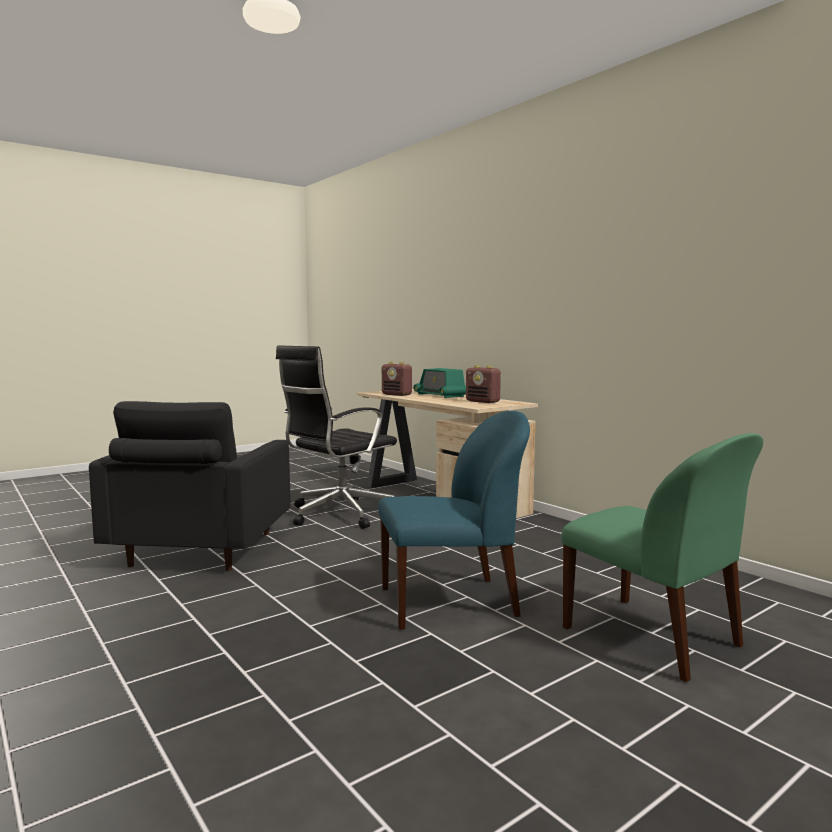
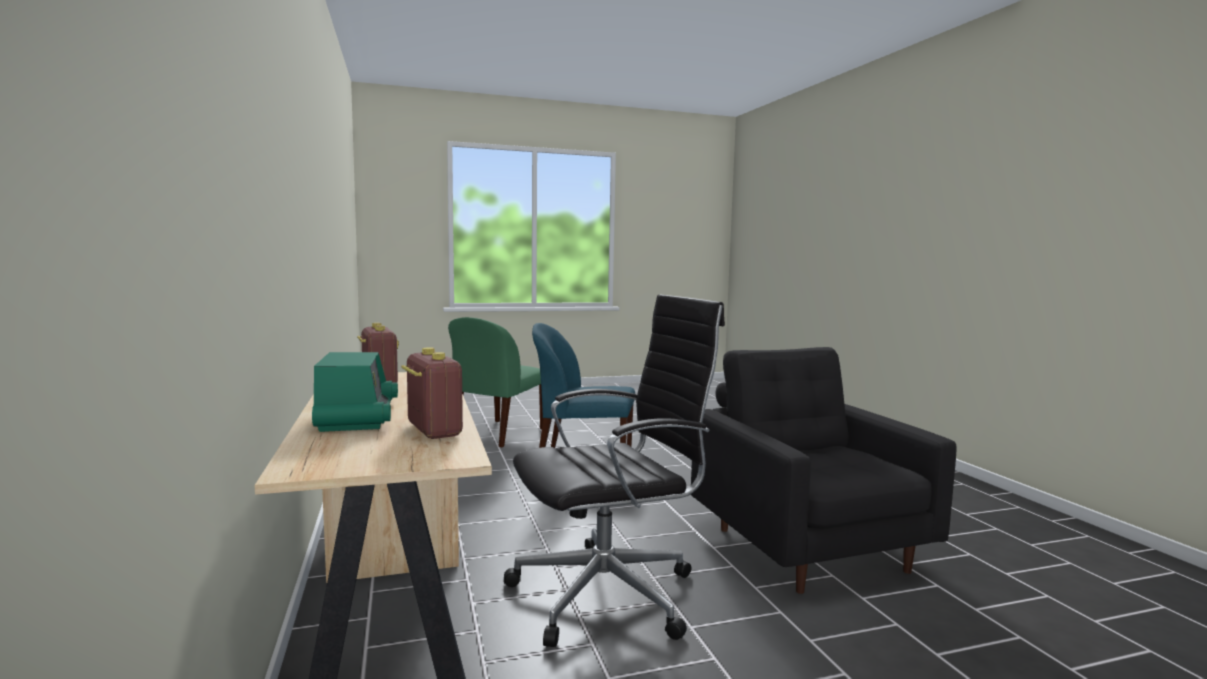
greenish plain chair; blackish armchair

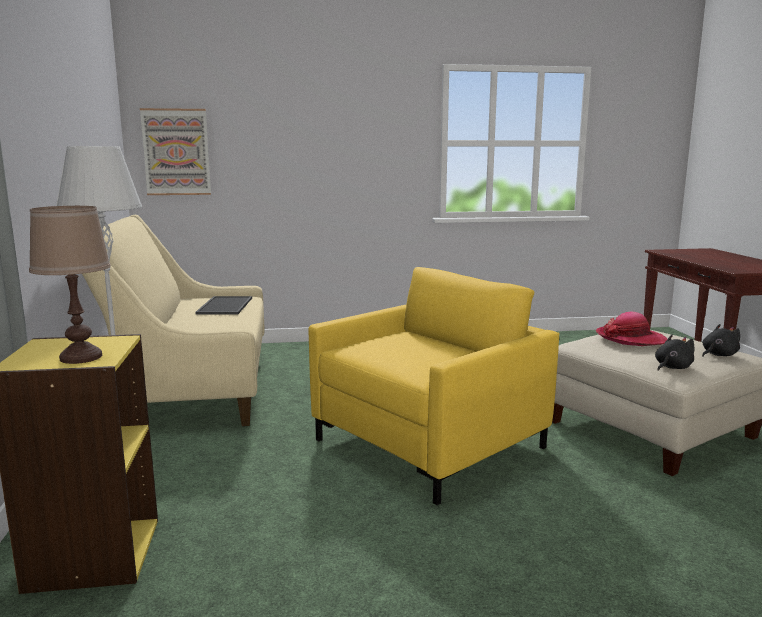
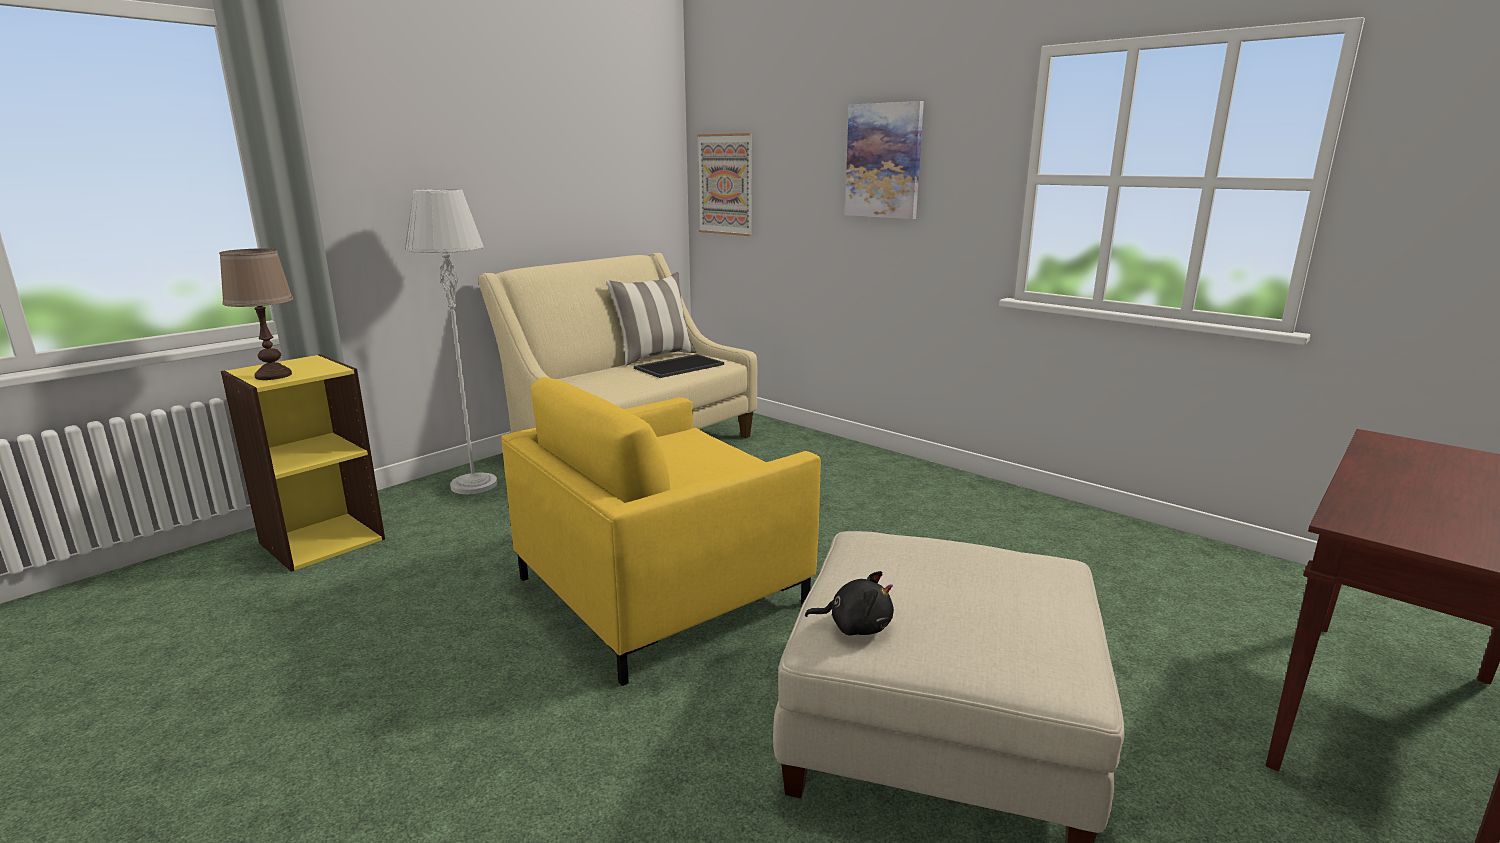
yellowish armchair; throw pillow; wall art (2nd from left); hat; blackish cuddly toy (2nd from left in the first image)

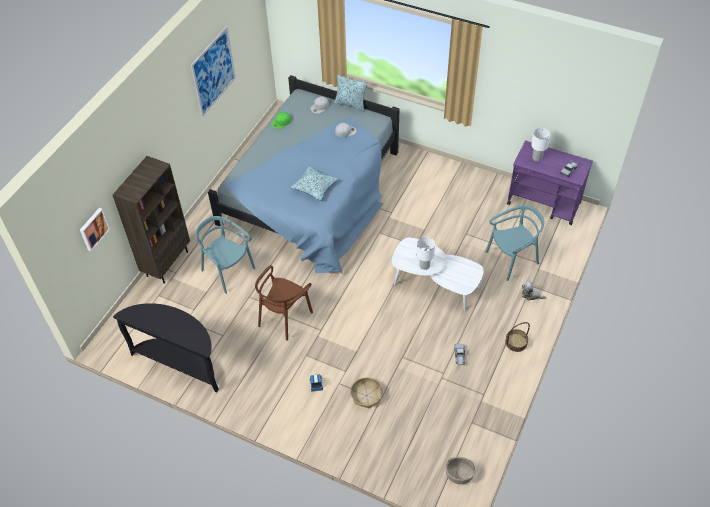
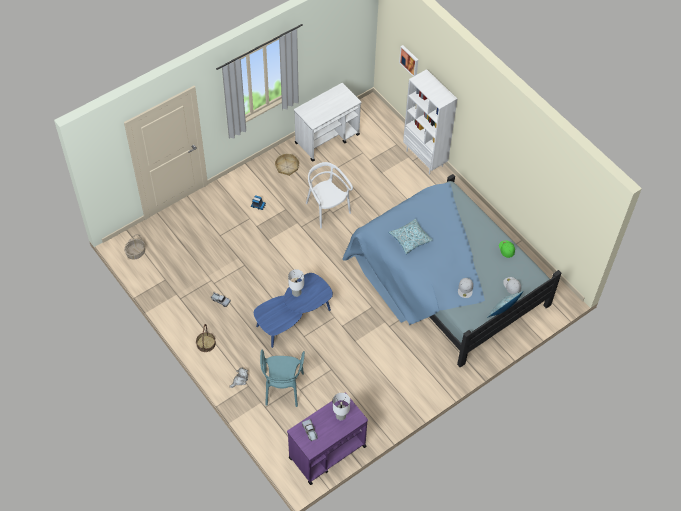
blue-coloured low table; household basket (3rd from left); white cart; white plain chair; white shelving unit; wall art (2nd from left in the first image); turquoise-coloured plain chair (1st from left in the first image)

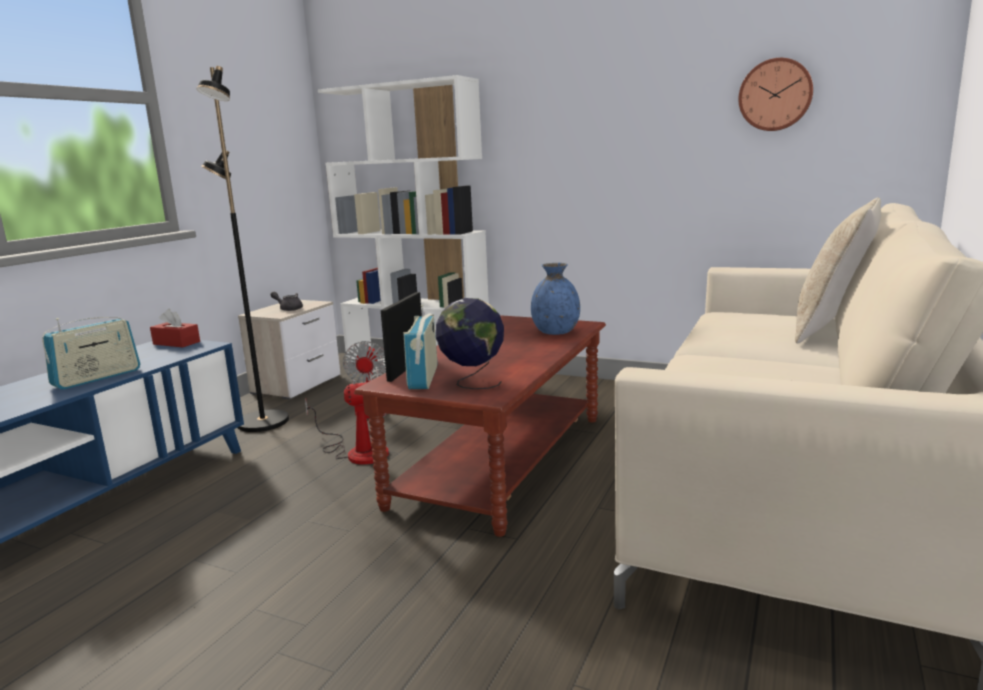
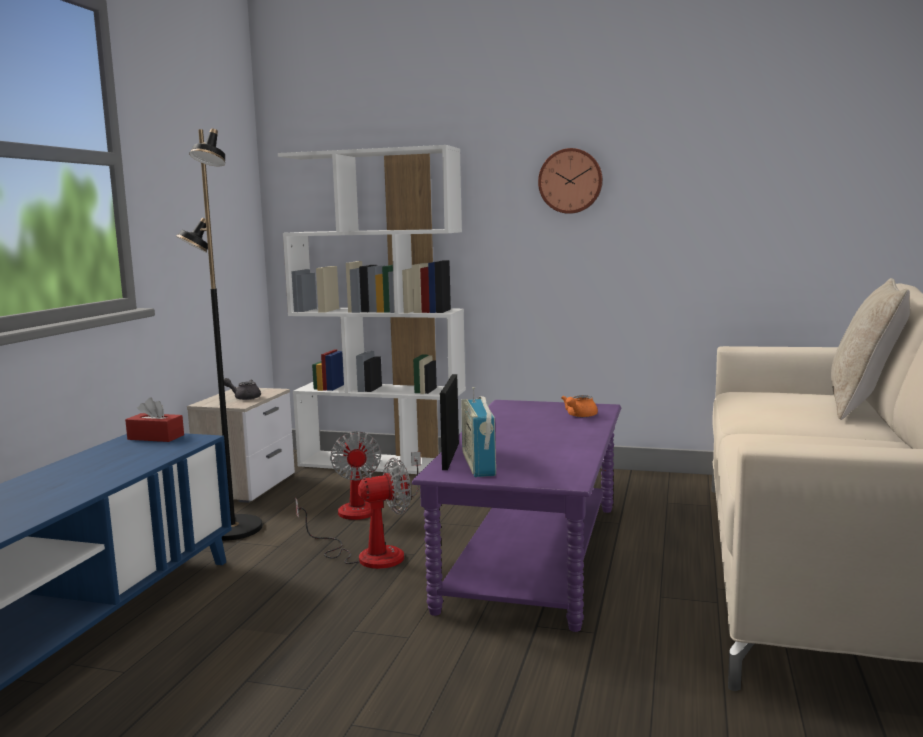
purple-coloured low table; wall clock; orangey pot for tea; radio set (1st from left in the first image); world globe

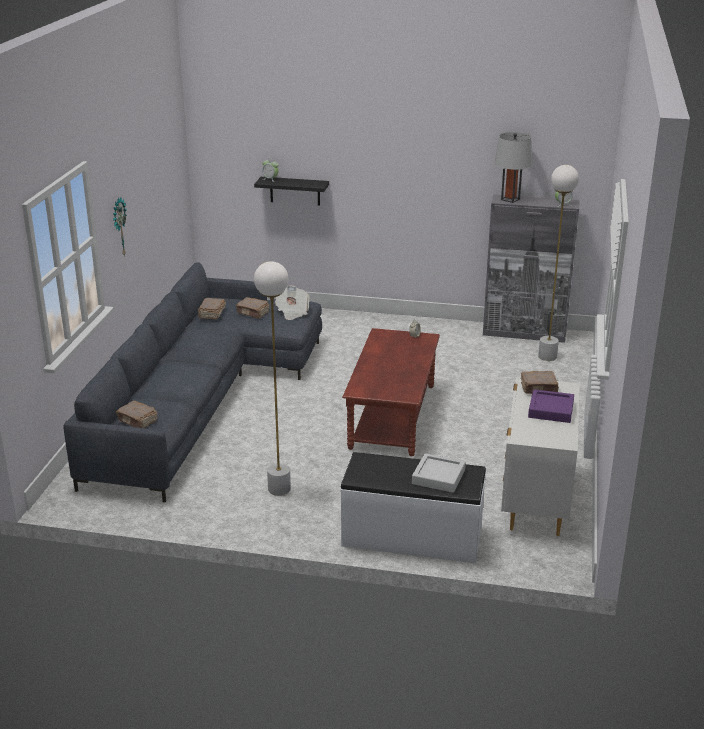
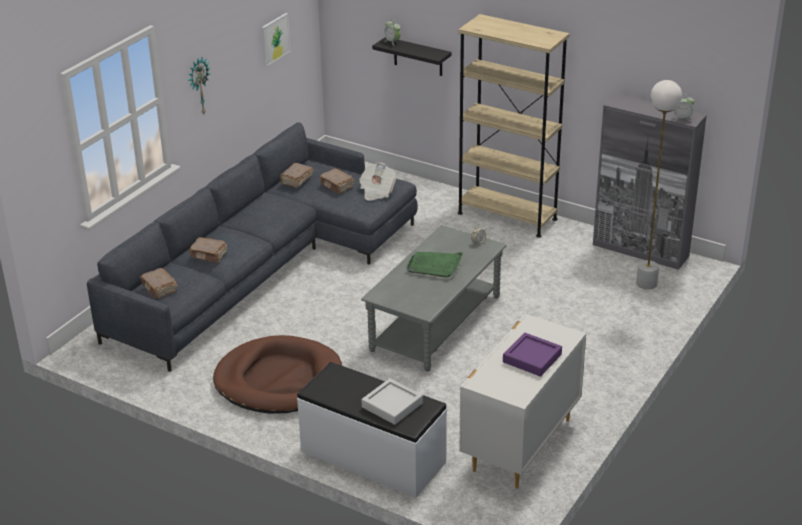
brown book (2nd from left); brown dog cushion; wall art; grey low table; greenish carrying tray; beige shelving unit; grey tabletop lamp

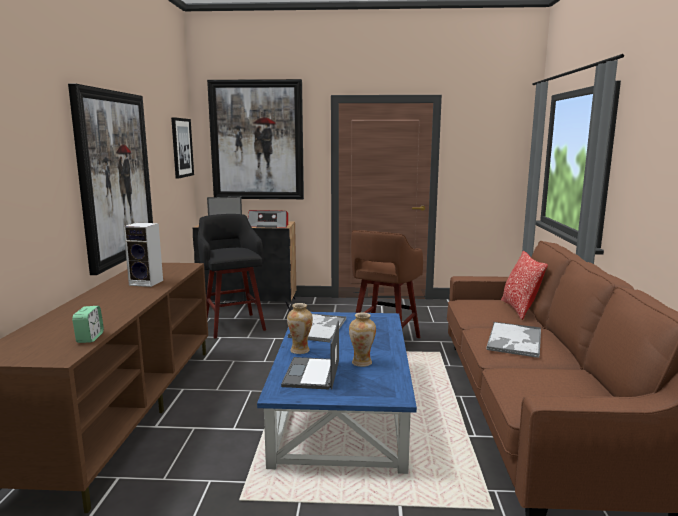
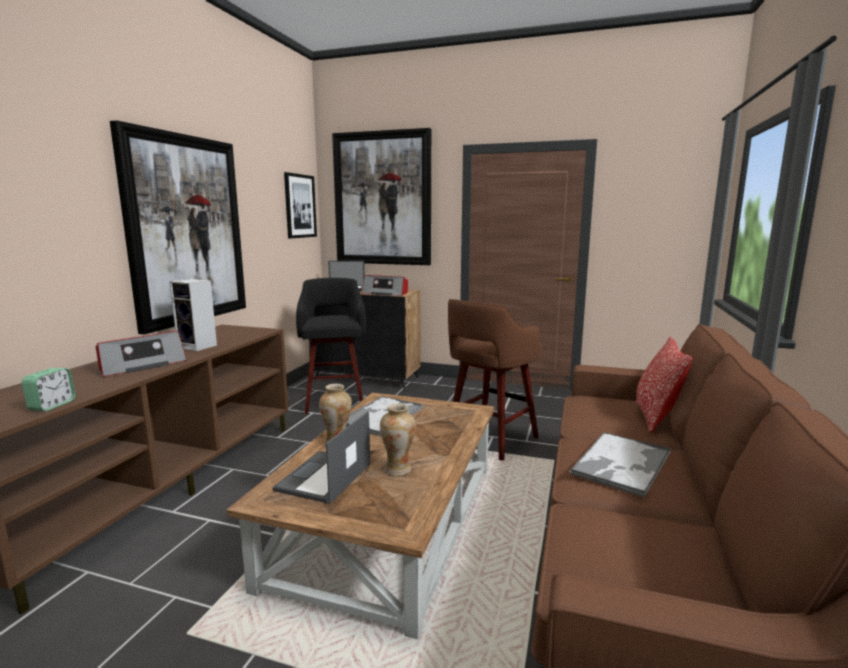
radio set (1st from left); brown low table

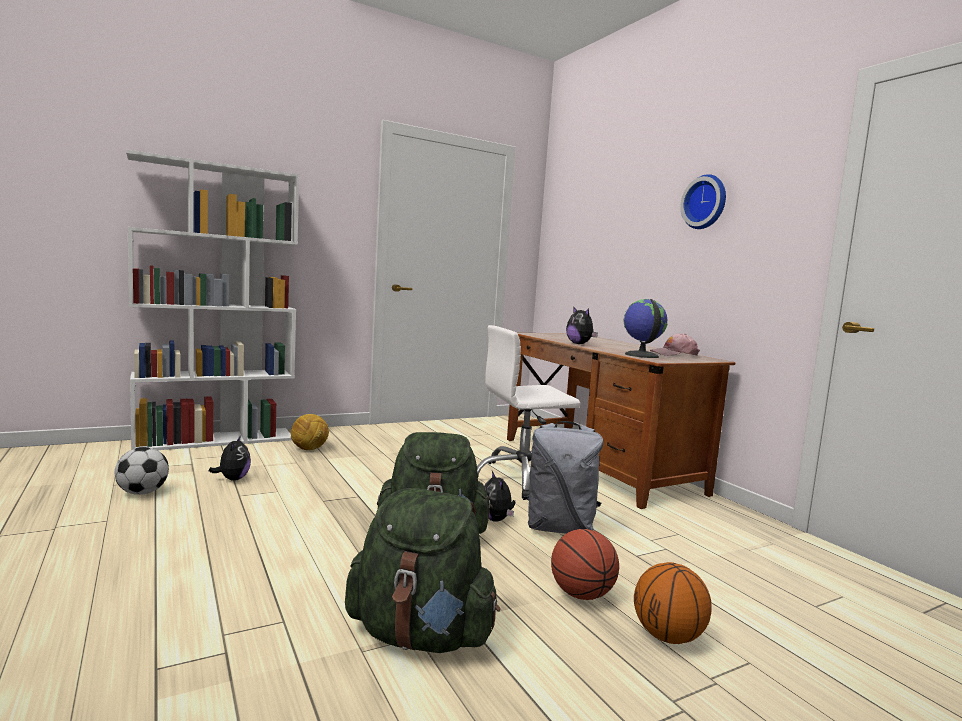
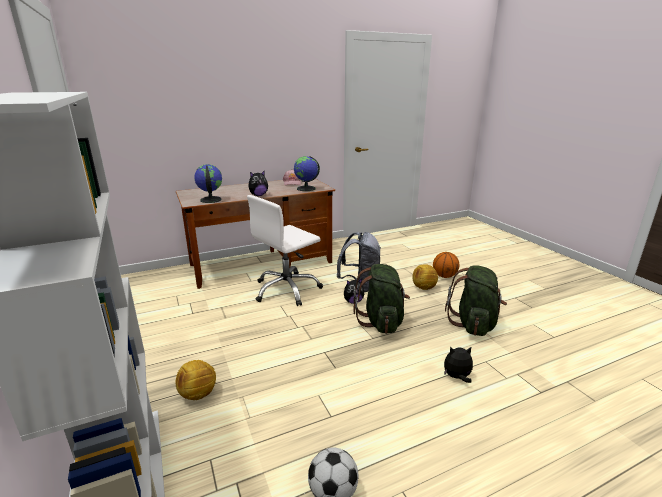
world globe (1st from left); white office chair; ball for football (3rd from left); cuddly toy (3rd from left); wall clock

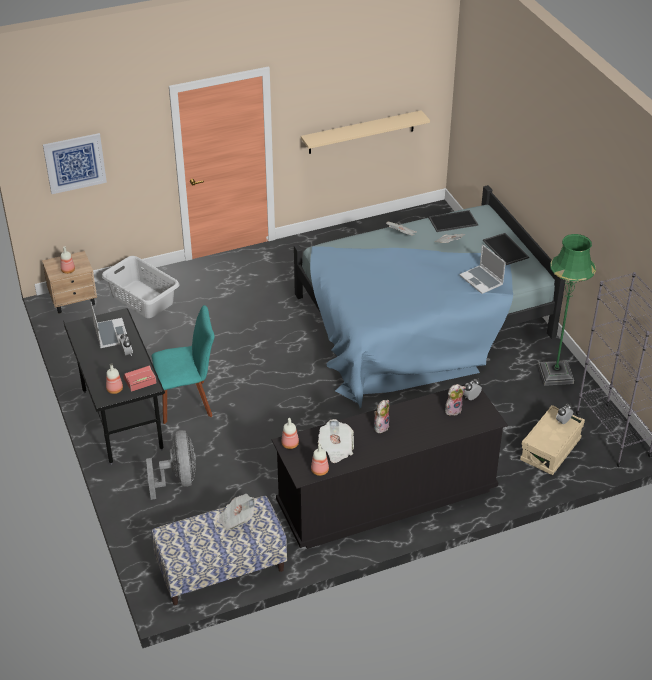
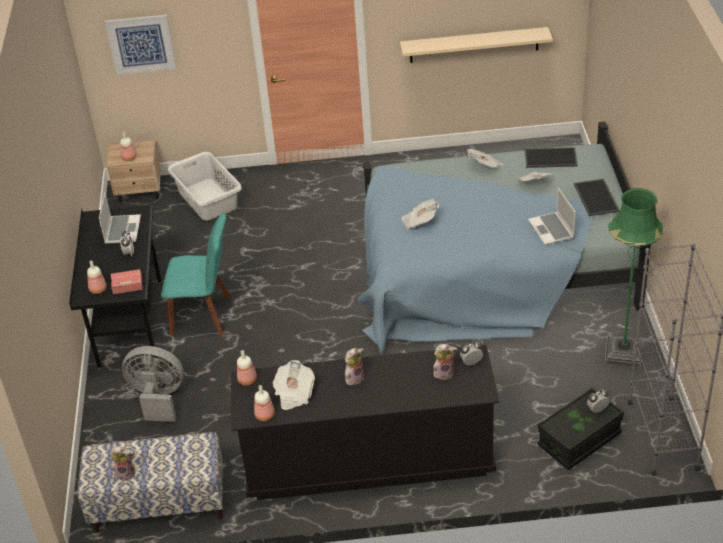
cuddly toy (1st from left); grey cooling fan; newspaper (2nd from left); blackish storage container

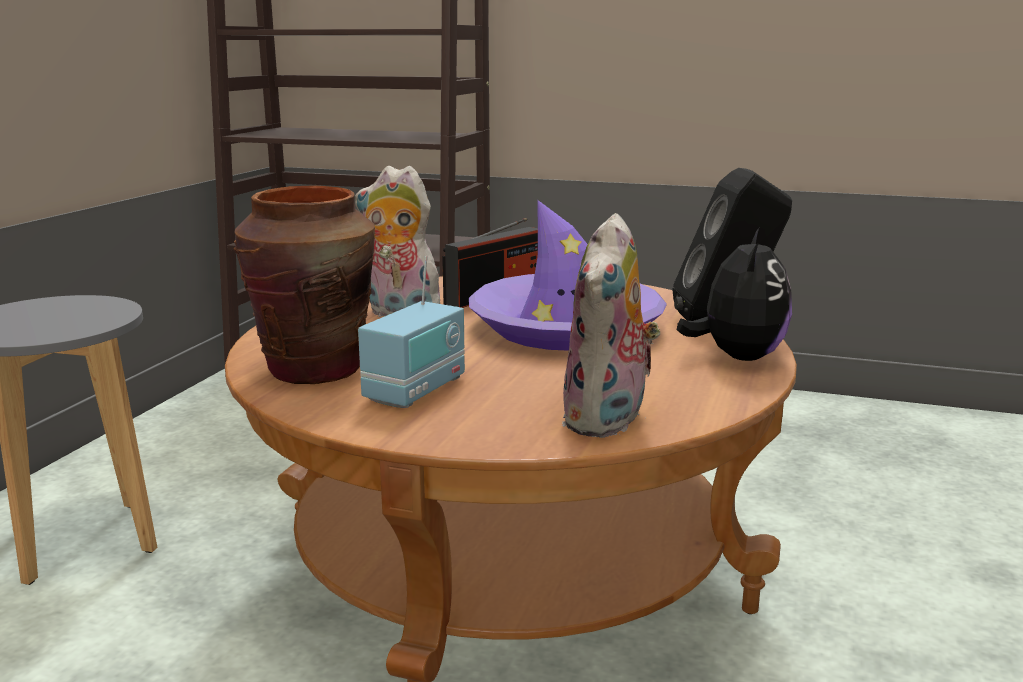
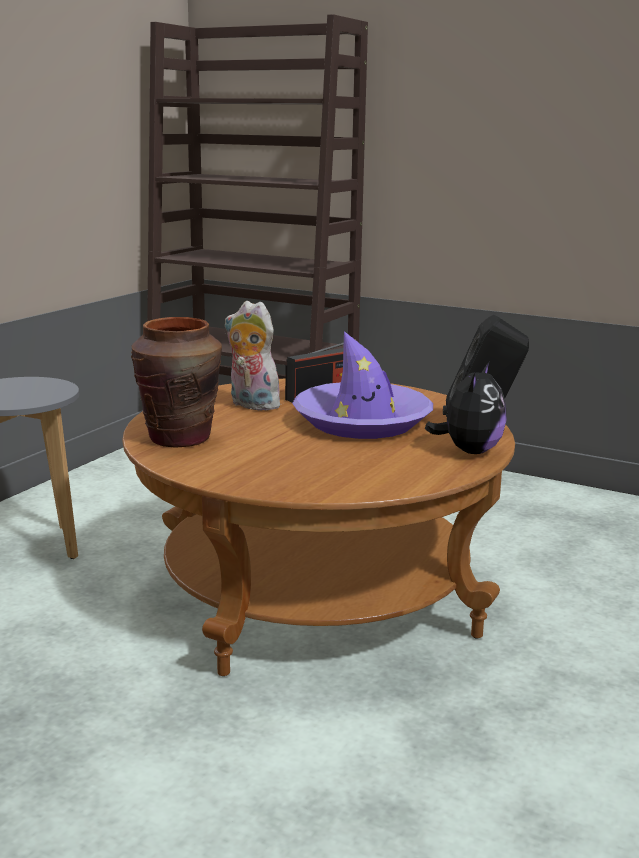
radio set (1st from left in the first image); cuddly toy (2nd from left in the first image)

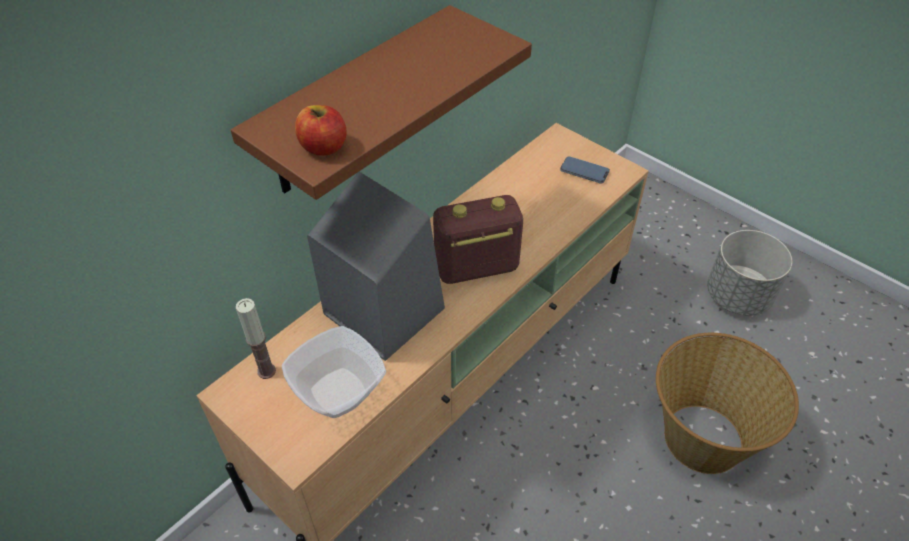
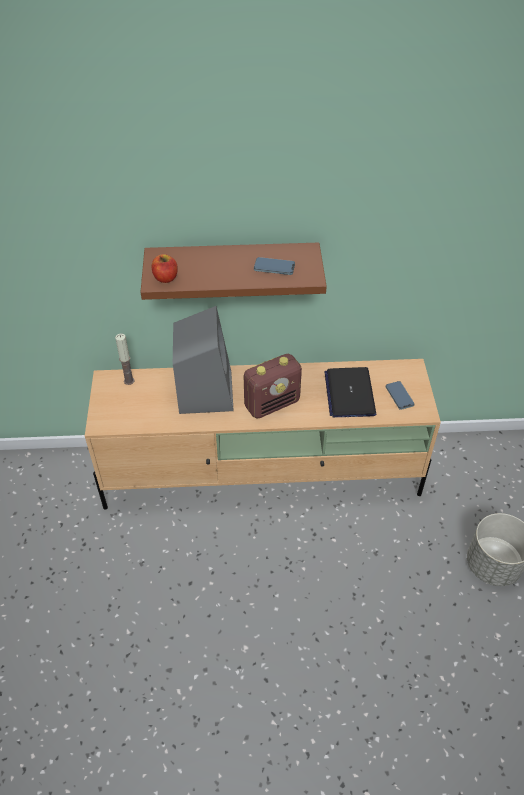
radio set; phone (1st from left); laptop; bowl; household basket

